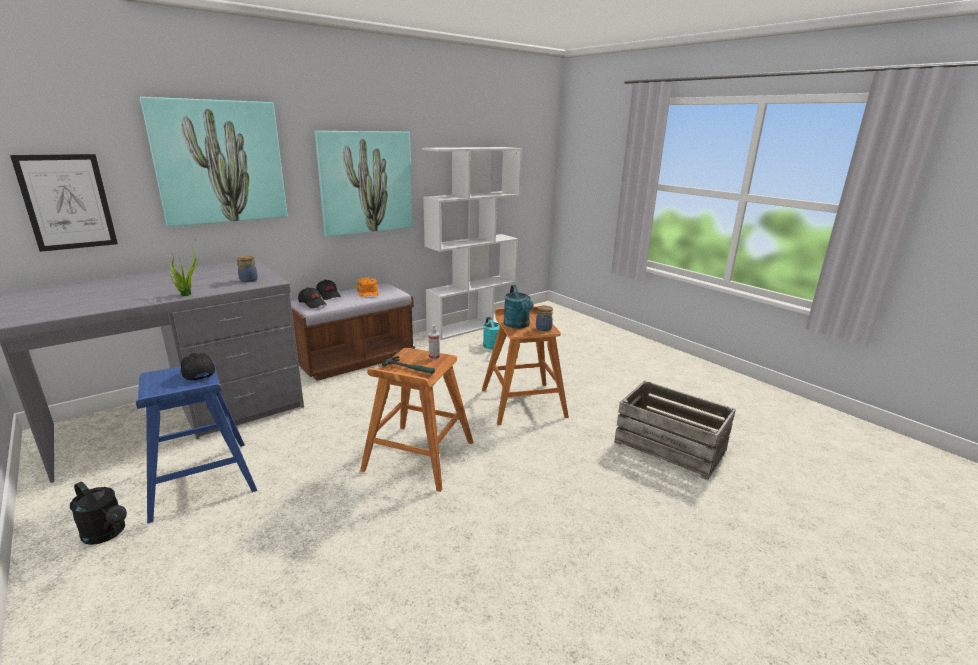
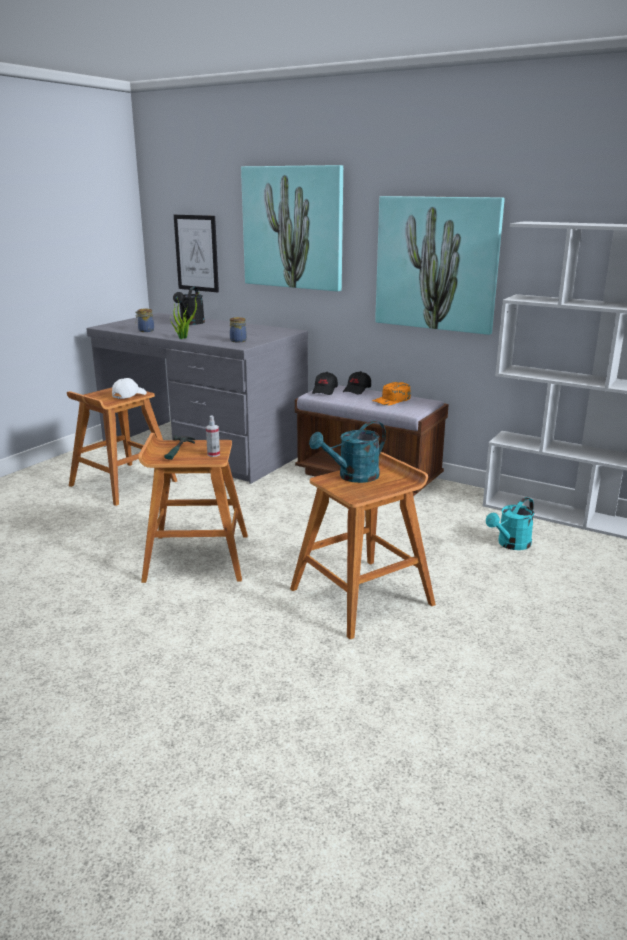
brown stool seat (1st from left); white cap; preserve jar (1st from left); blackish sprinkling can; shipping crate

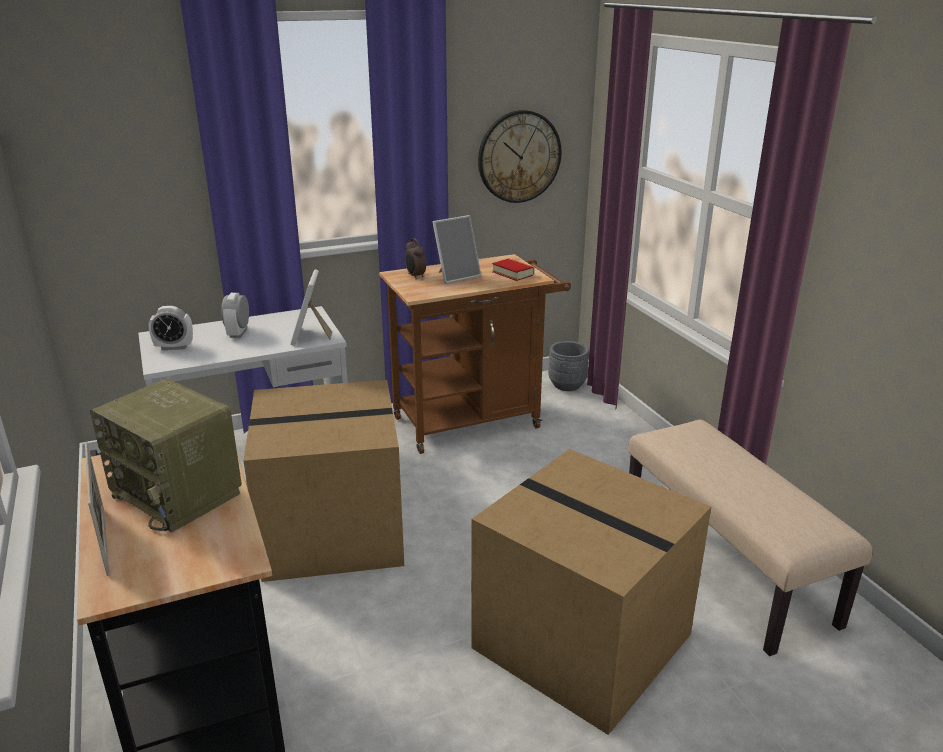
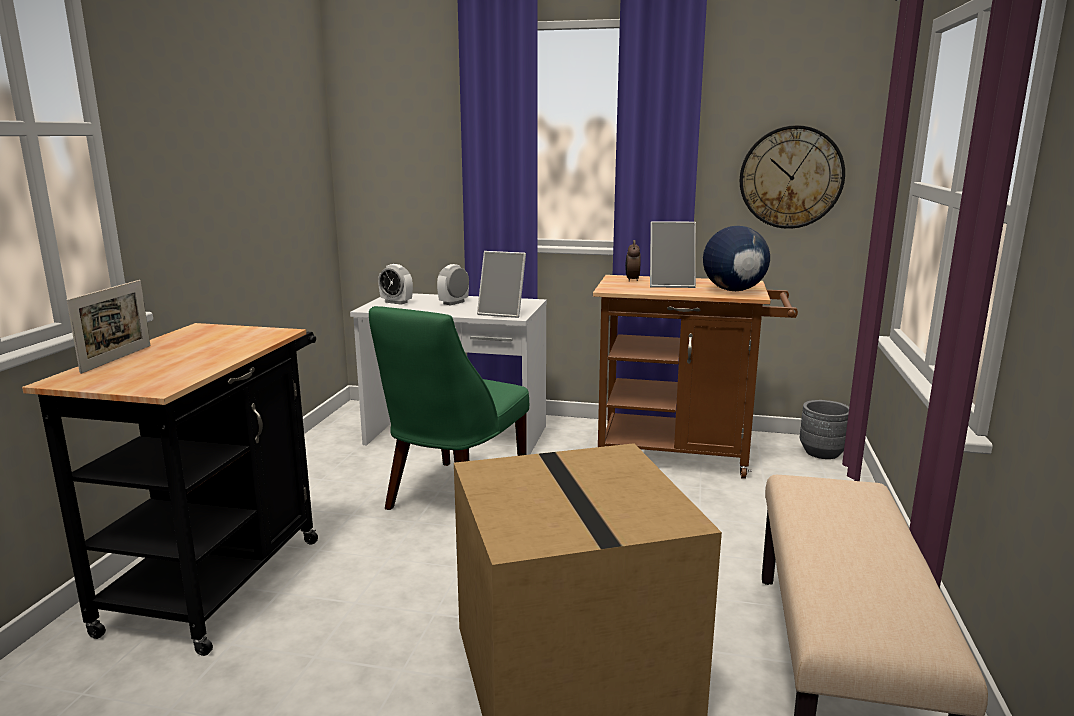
greenish plain chair; standing frame (2nd from left); world globe; radio set

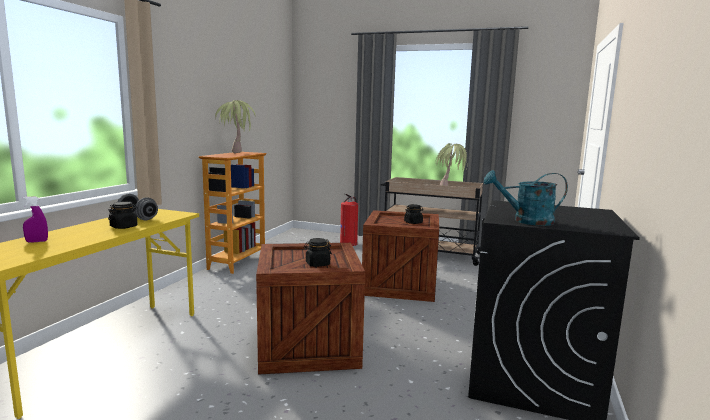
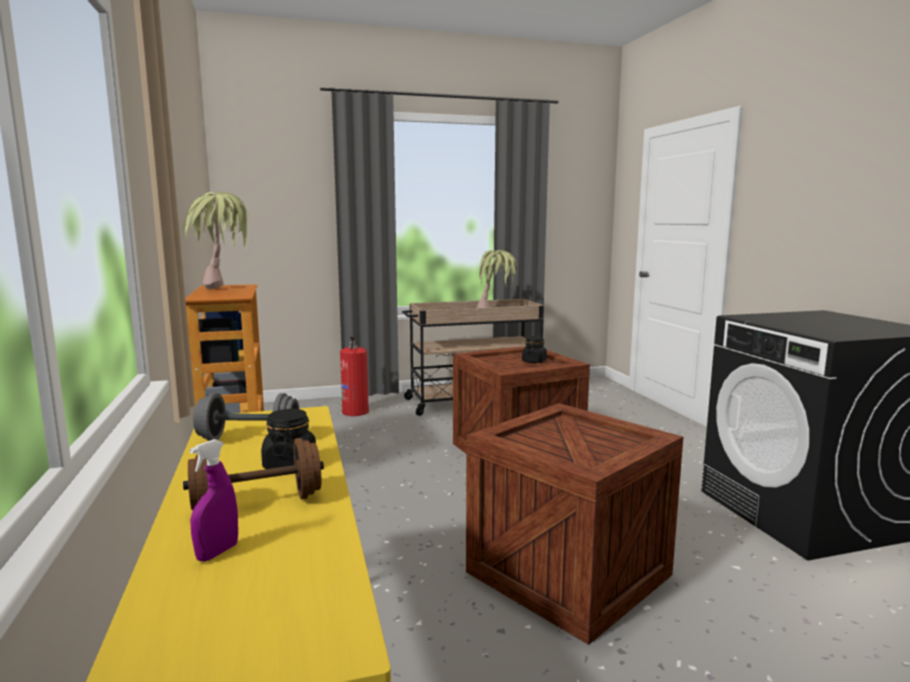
brown free weight; blackish preserve jar (2nd from left in the first image); turquoise-coloured sprinkling can

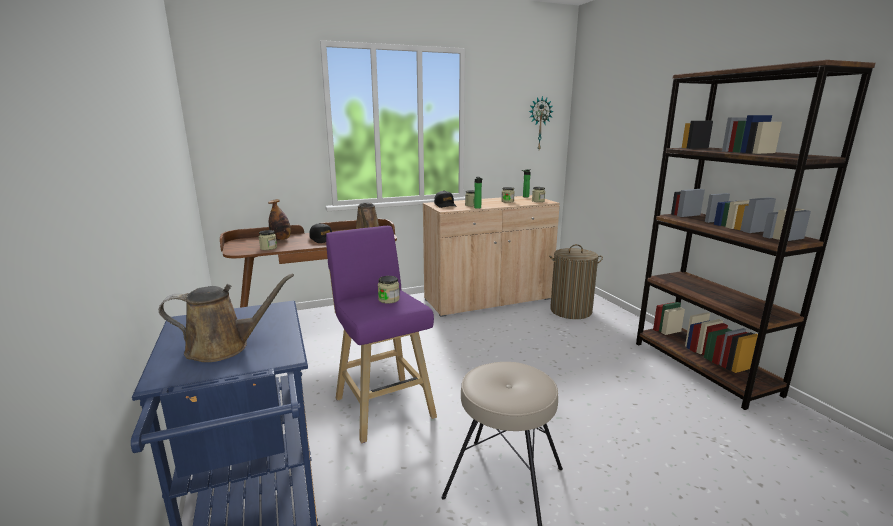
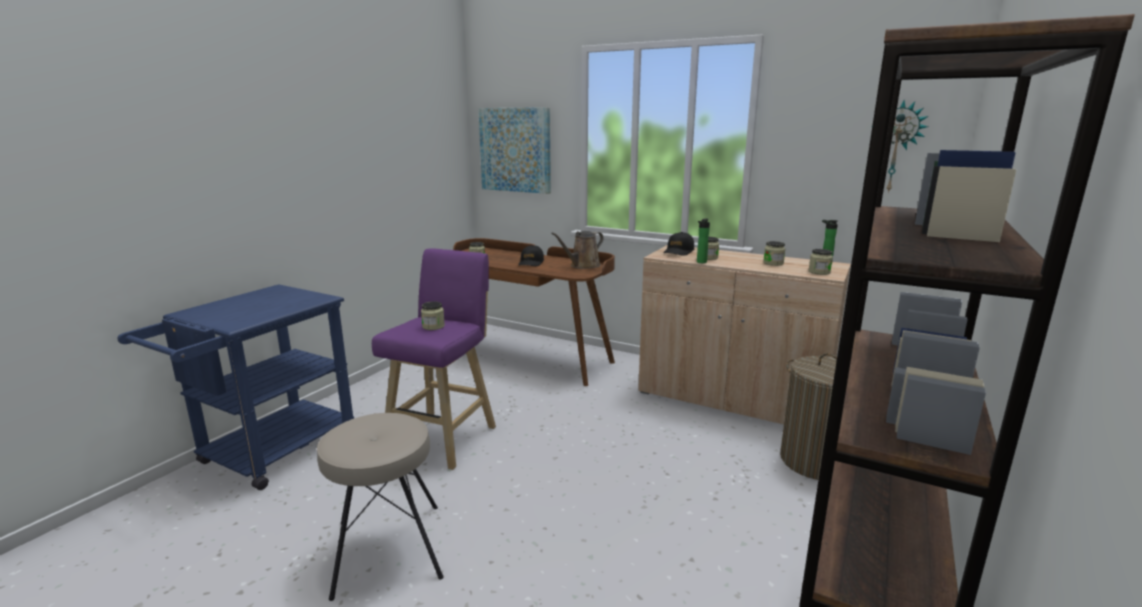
wall art; brown sprinkling can (1st from left in the first image); beverage bottle (1st from left in the first image)

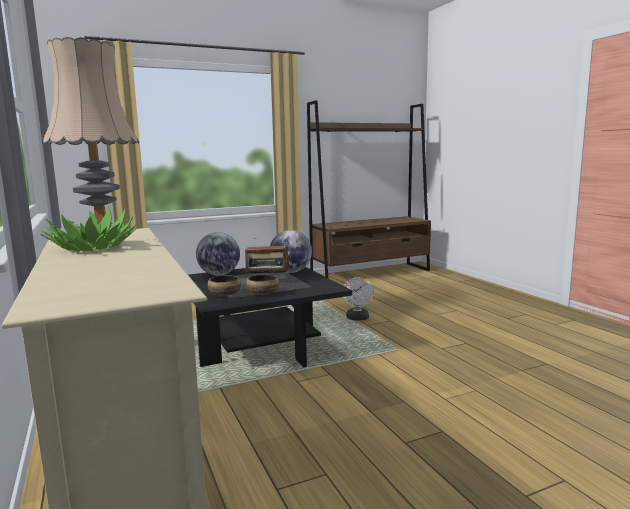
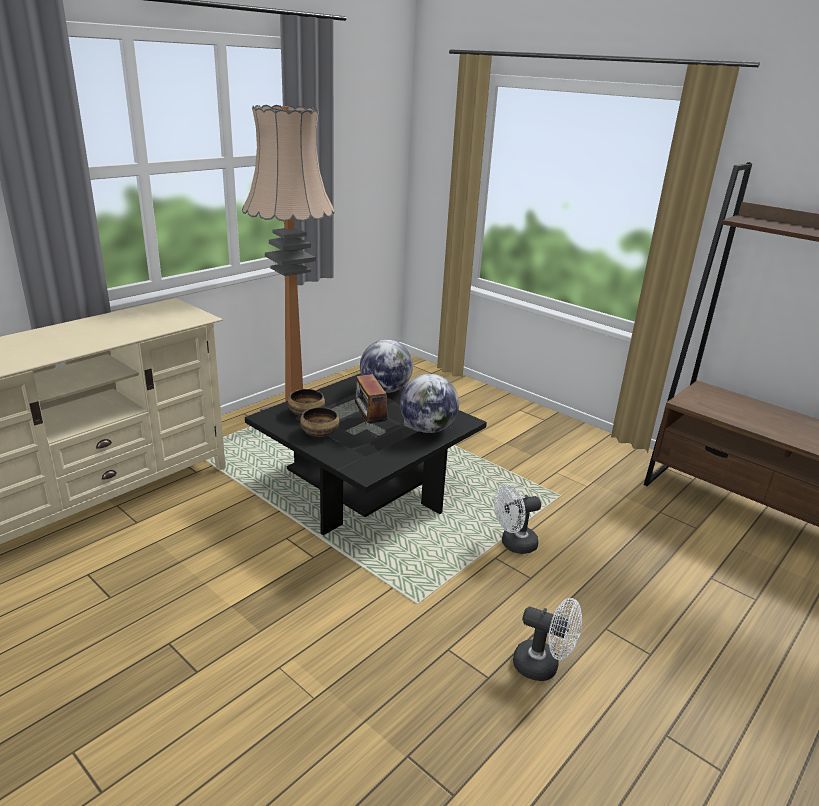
white cooling fan (2nd from left); houseplant

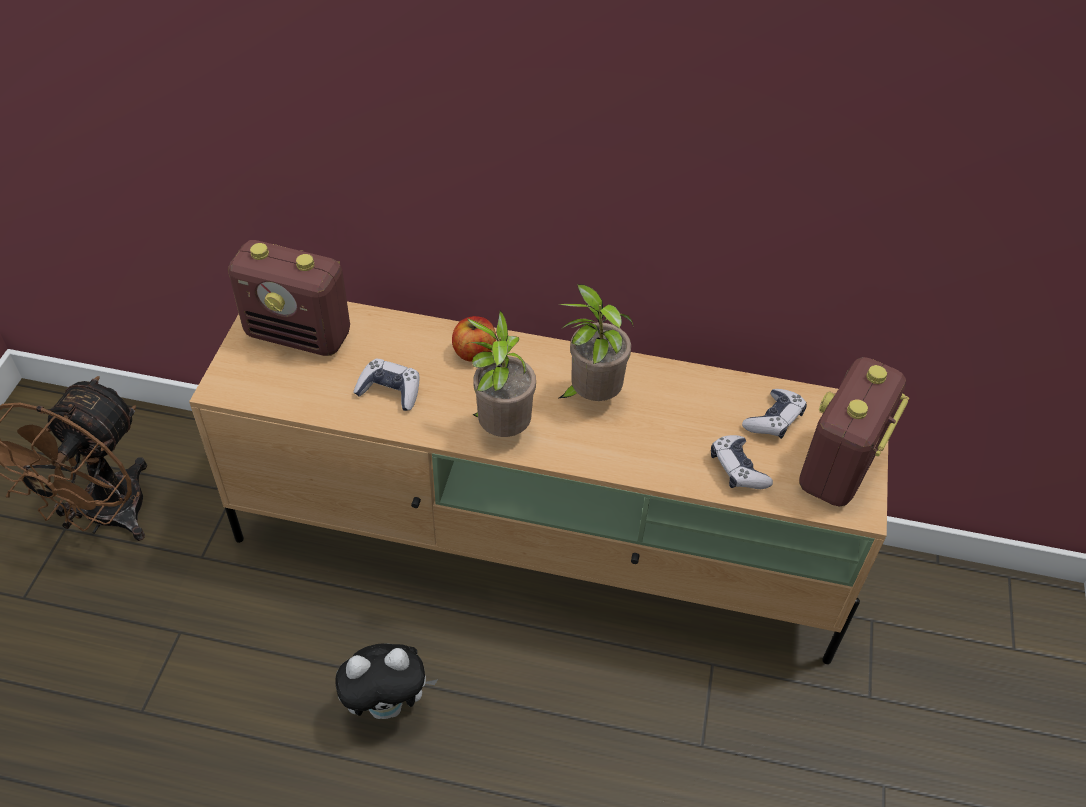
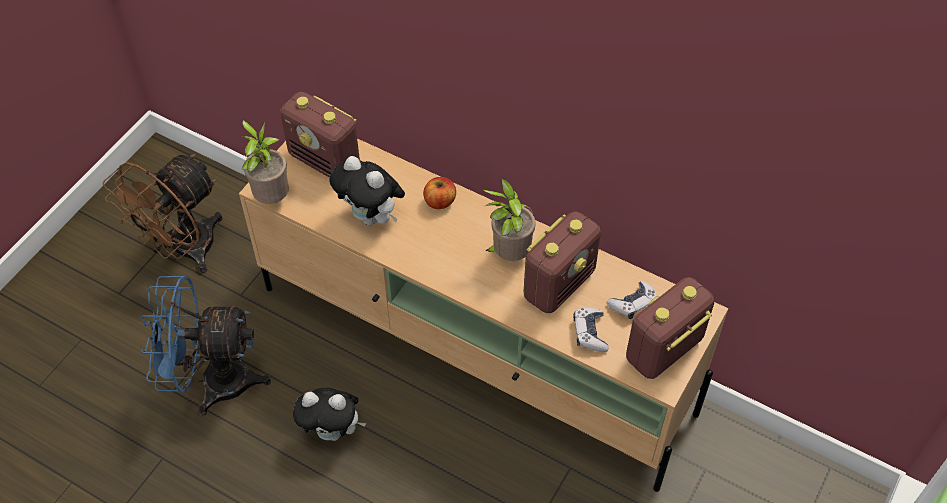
blue-coloured cooling fan; houseplant (1st from left); cuddly toy (2nd from left); radio set (2nd from left)

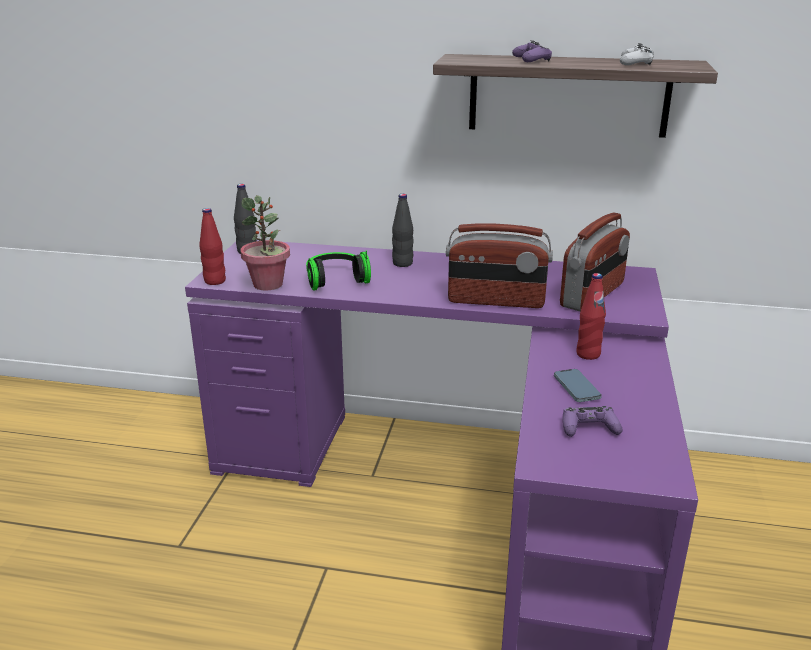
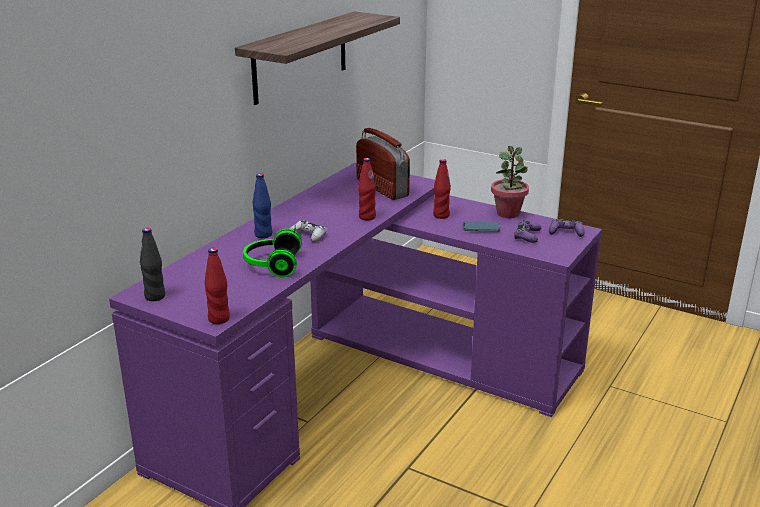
blue-coloured beverage bottle; white gamepad; reddish beverage bottle (2nd from left); houseplant; purple-coloured gamepad (2nd from left)

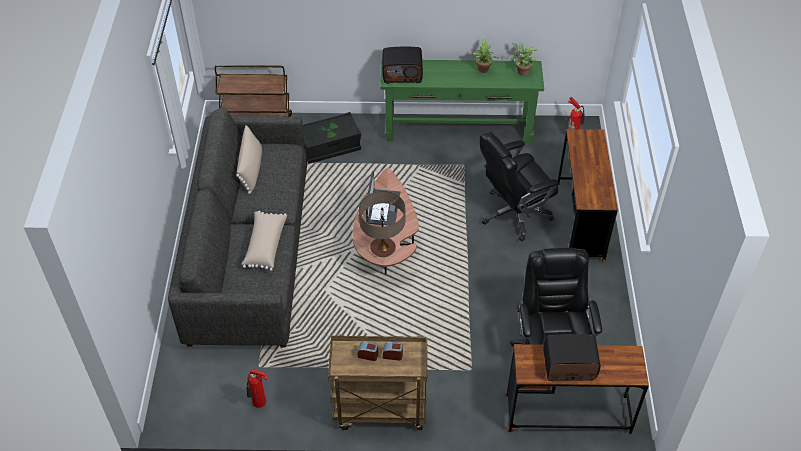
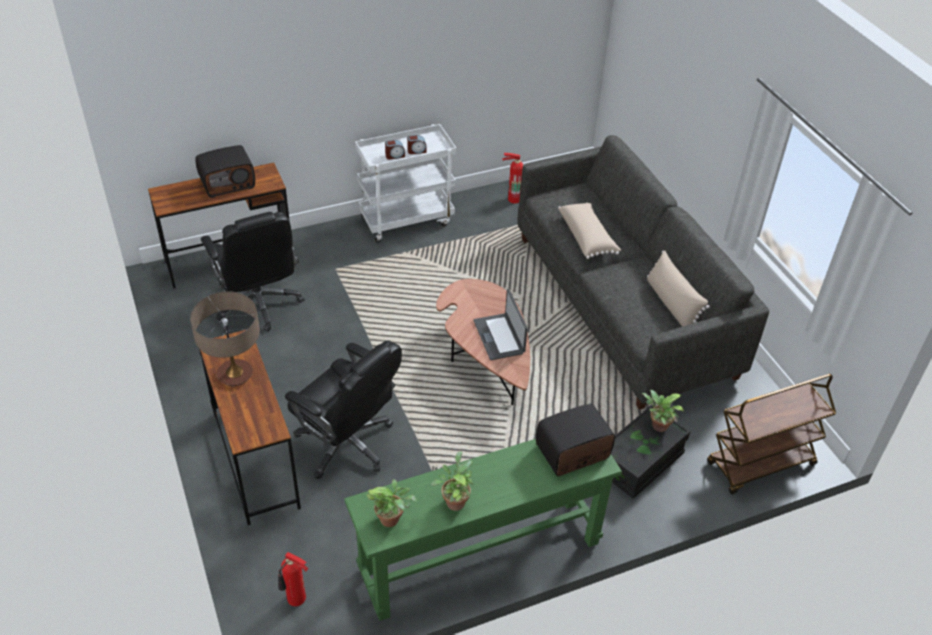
tabletop lamp; blackish office chair (2nd from left); white cart; houseplant (3rd from left)

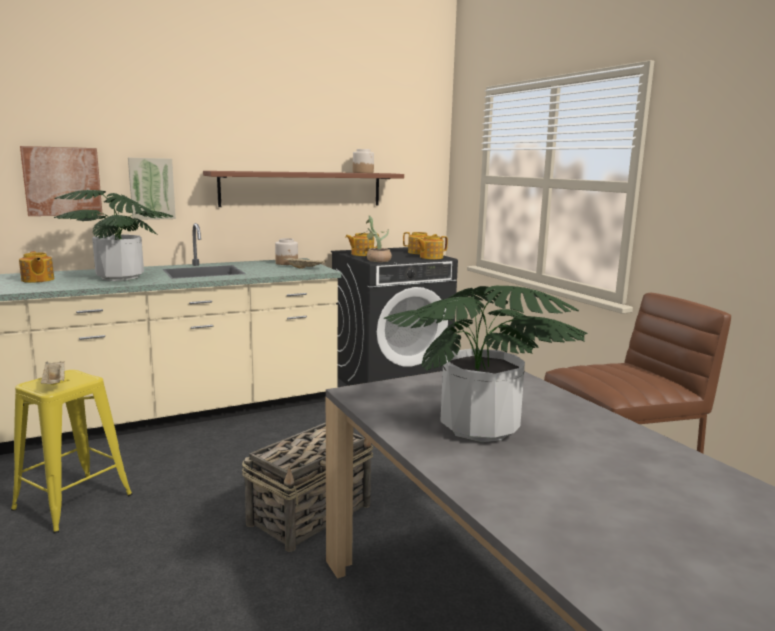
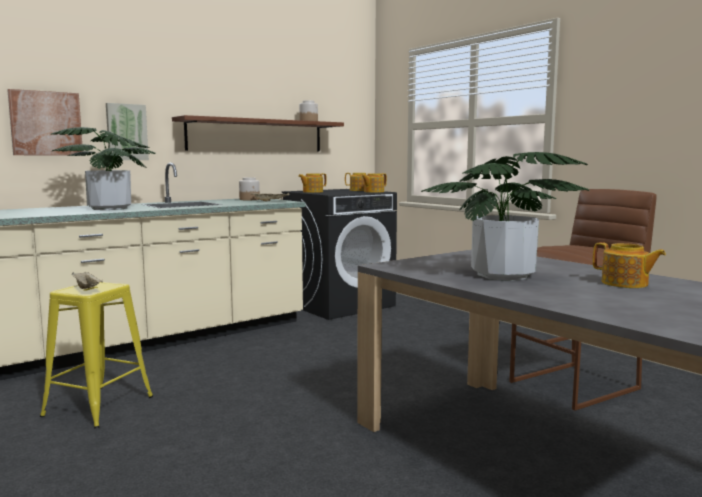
pot for tea (4th from left); household basket; houseplant (2nd from left in the first image)

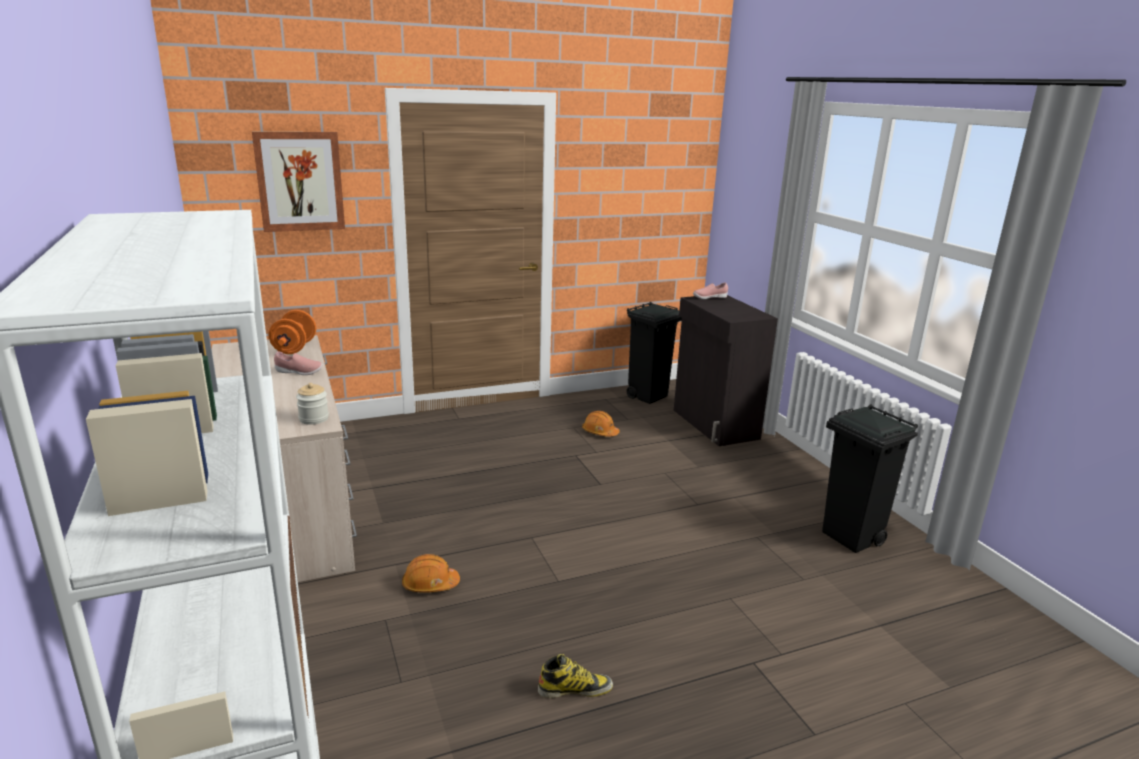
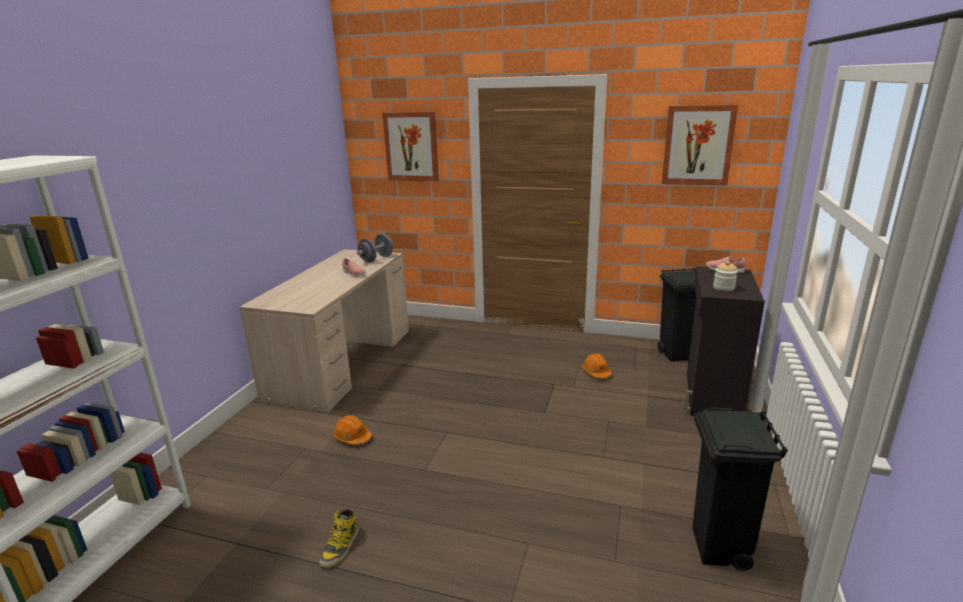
boot; grey free weight; wall art (2nd from left); preserve jar

